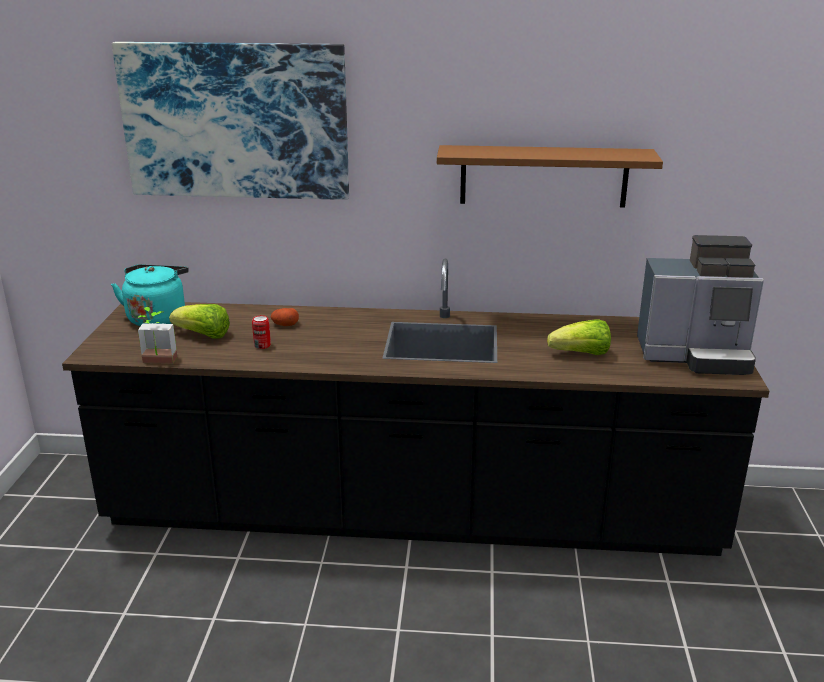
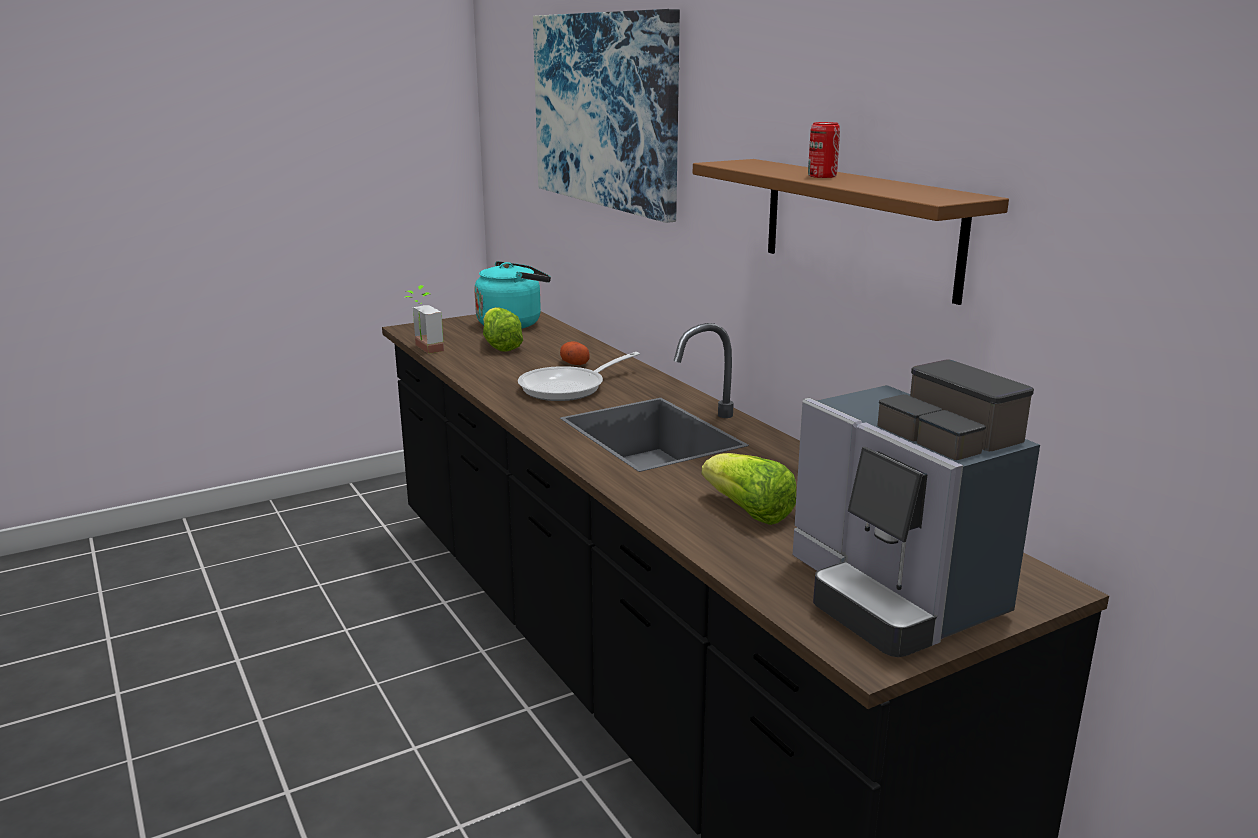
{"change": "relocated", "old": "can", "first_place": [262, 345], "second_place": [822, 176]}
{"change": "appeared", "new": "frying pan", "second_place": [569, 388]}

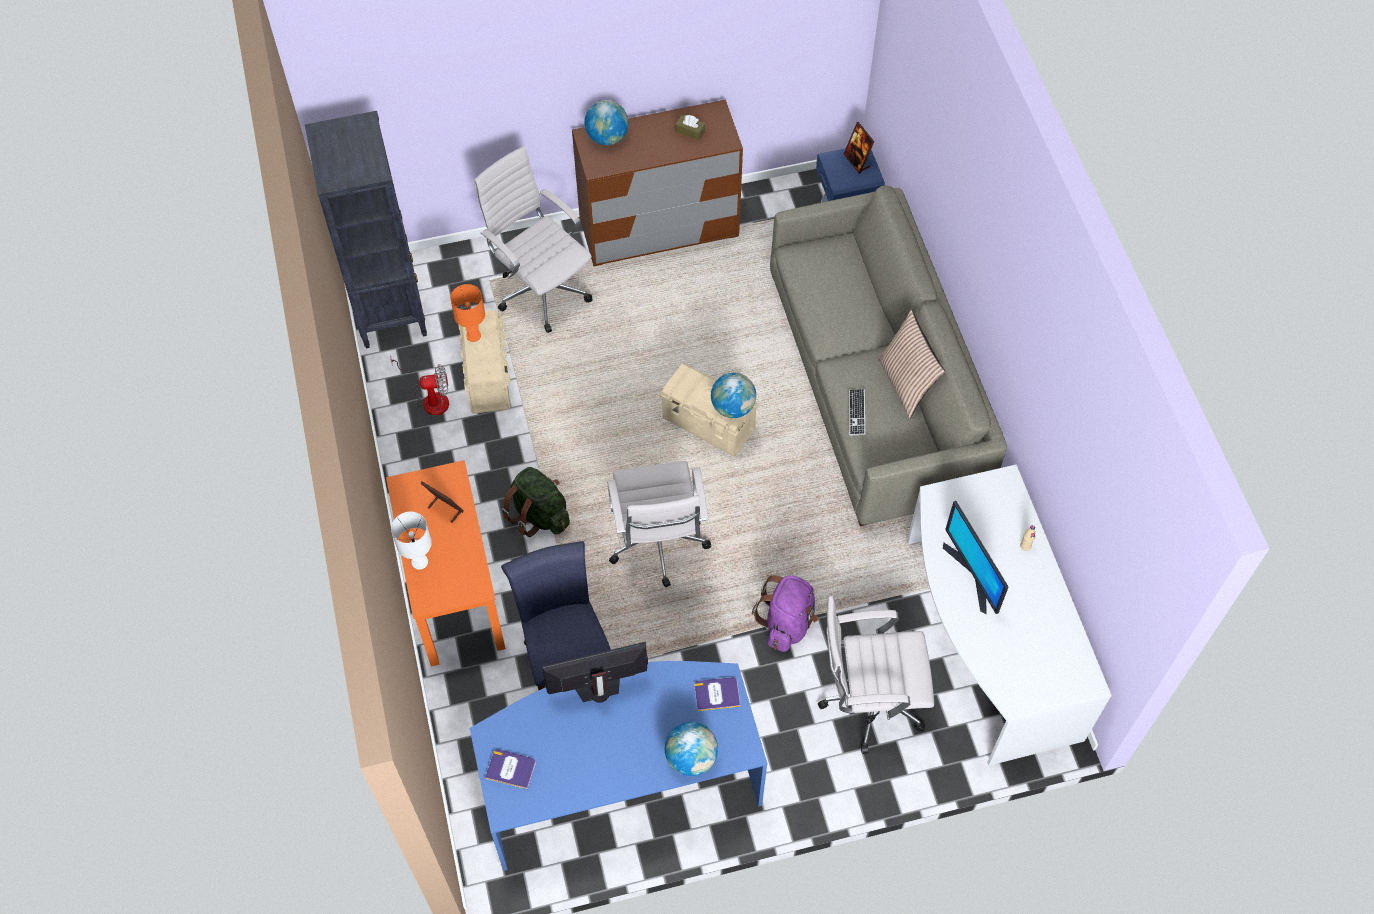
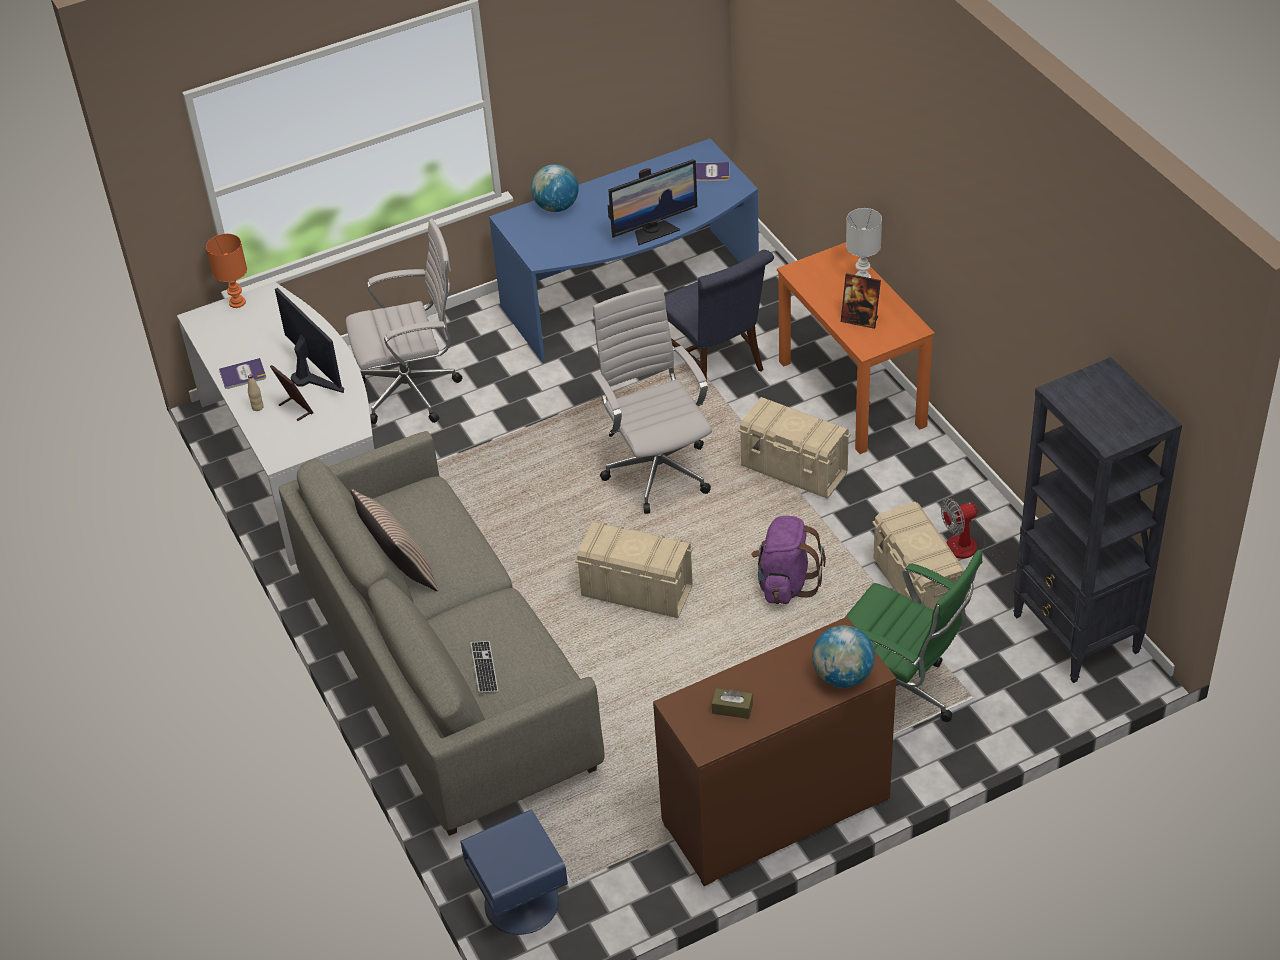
{"change": "relocated", "old": "picture frame", "first_place": [857, 161], "second_place": [295, 409]}
{"change": "colour", "old": "office chair (white)", "new": "office chair (green)", "first_place": [541, 290], "second_place": [899, 698]}
{"change": "relocated", "old": "table lamp (orange)", "first_place": [473, 336], "second_place": [237, 302]}
{"change": "missing", "old": "globe", "first_place": [733, 407]}
{"change": "relocated", "old": "keyboard", "first_place": [857, 412], "second_place": [484, 668]}
{"change": "exchanged", "old": "backpack (green)", "new": "storage box (beige)", "first_place": [539, 514], "second_place": [794, 470]}
{"change": "relocated", "old": "backpack (purple)", "first_place": [787, 622], "second_place": [785, 583]}
{"change": "relocated", "old": "book", "first_place": [717, 694], "second_place": [243, 374]}

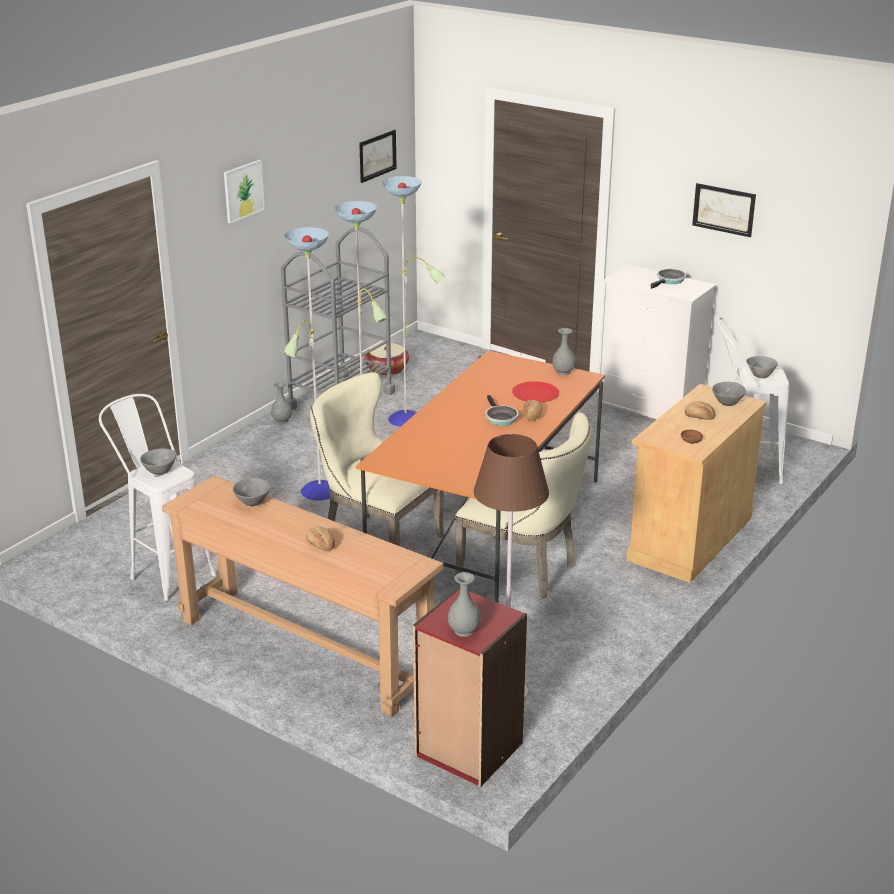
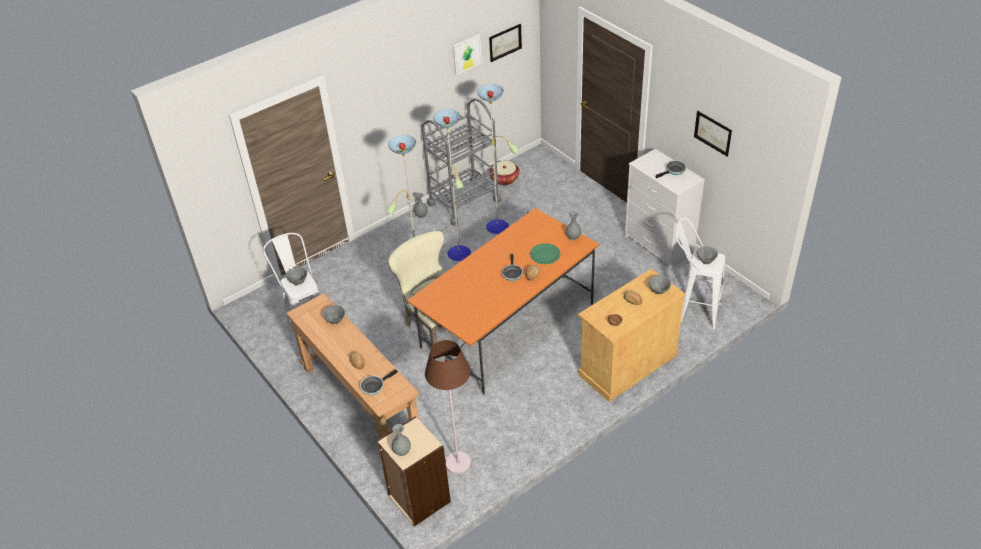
{"change": "relocated", "old": "picture", "first_place": [243, 191], "second_place": [466, 54]}
{"change": "colour", "old": "plate (red)", "new": "plate (green)", "first_place": [535, 394], "second_place": [545, 255]}
{"change": "missing", "old": "chair (beige)", "first_place": [524, 571]}
{"change": "colour", "old": "bookcase (red)", "new": "bookcase (beige)", "first_place": [468, 750], "second_place": [418, 499]}
{"change": "appeared", "new": "frying pan", "second_place": [374, 386]}

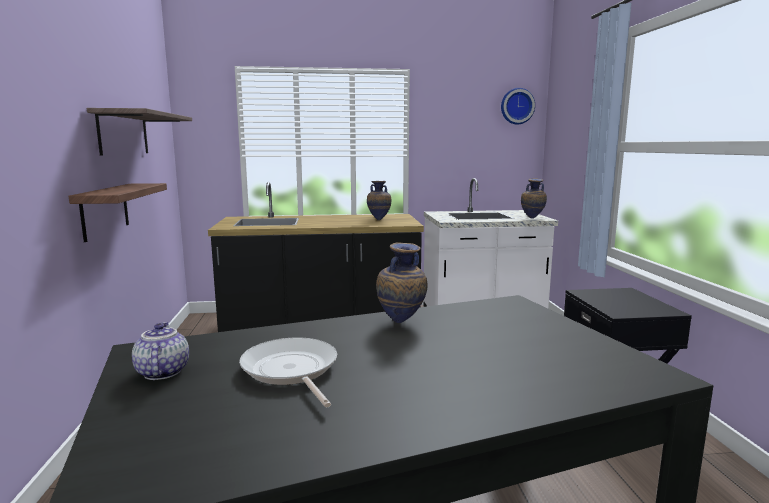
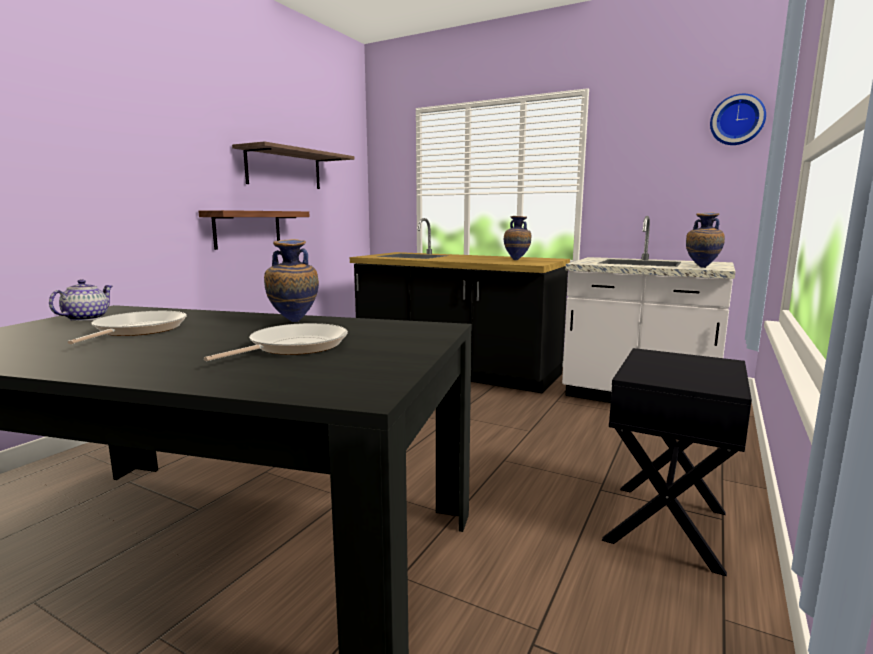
{"change": "appeared", "new": "frying pan", "second_place": [294, 347]}

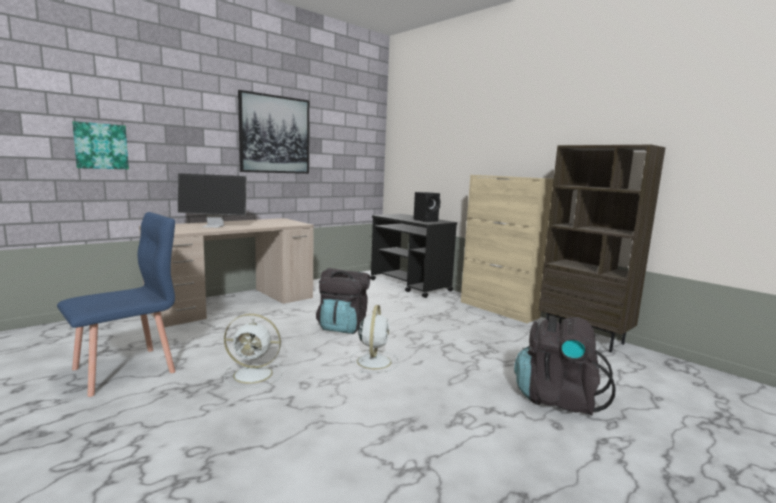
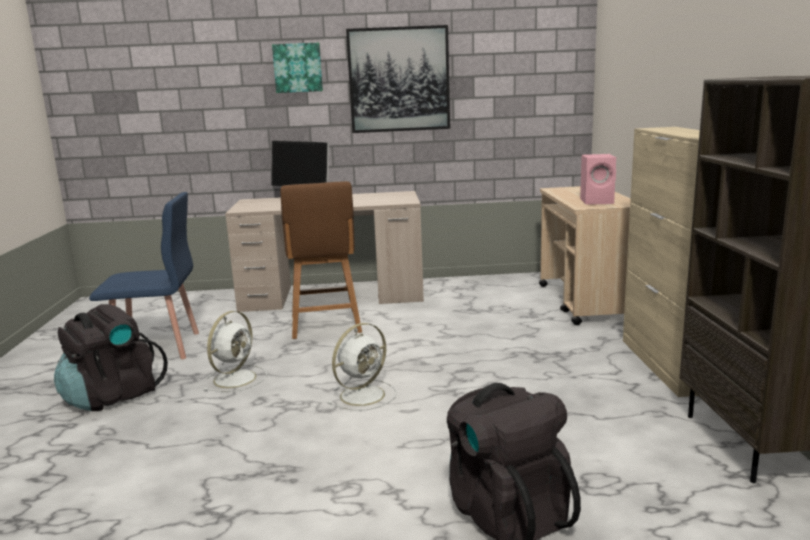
{"change": "relocated", "old": "picture", "first_place": [101, 146], "second_place": [298, 68]}
{"change": "colour", "old": "speaker (black)", "new": "speaker (pink)", "first_place": [426, 220], "second_place": [598, 201]}
{"change": "colour", "old": "cart (black)", "new": "cart (beige)", "first_place": [410, 285], "second_place": [586, 302]}
{"change": "relocated", "old": "backpack (black)", "first_place": [343, 327], "second_place": [112, 396]}
{"change": "spun", "old": "fan (white)", "first_place": [255, 374], "second_place": [236, 378], "degrees": -105}
{"change": "appeared", "new": "stool (brown)", "second_place": [326, 325]}

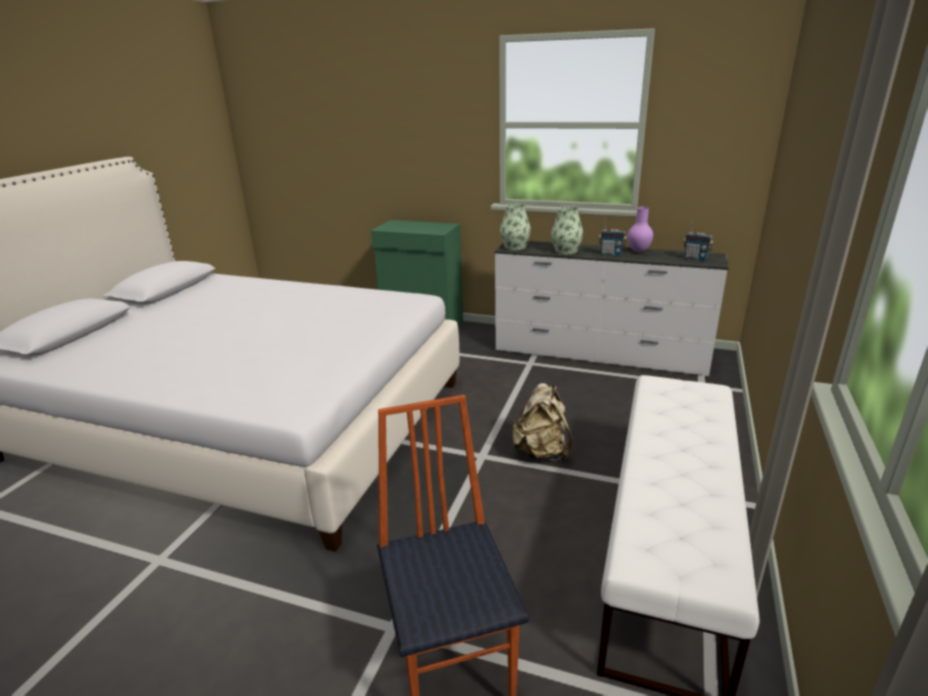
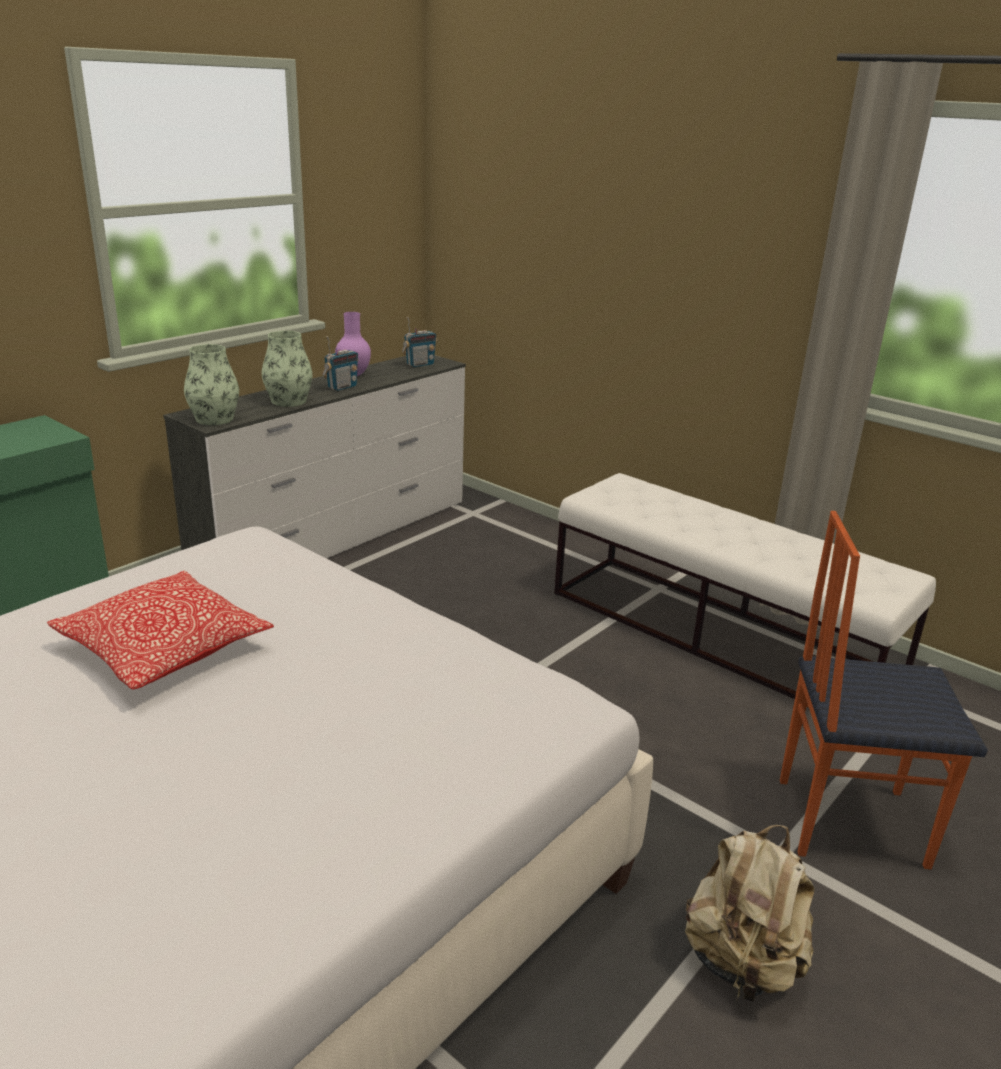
{"change": "relocated", "old": "backpack (beige)", "first_place": [541, 452], "second_place": [742, 963]}
{"change": "appeared", "new": "pillow", "second_place": [164, 649]}

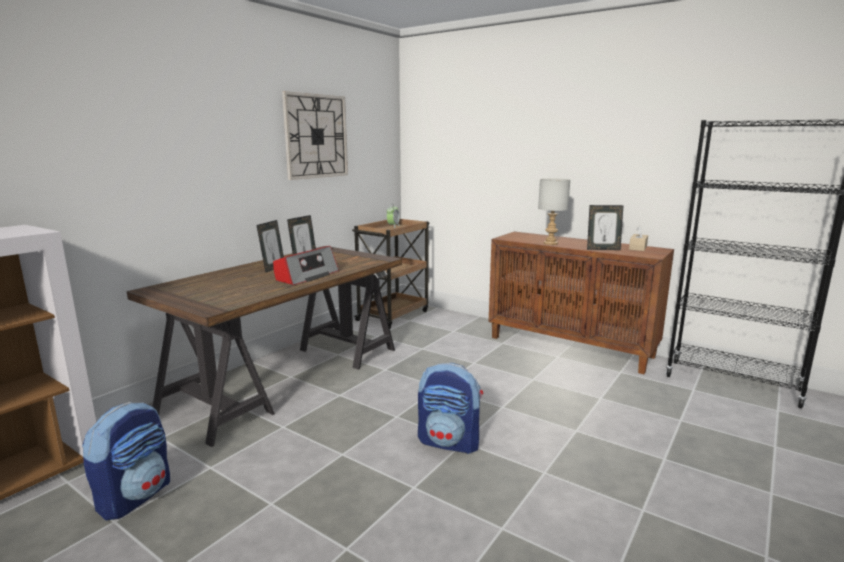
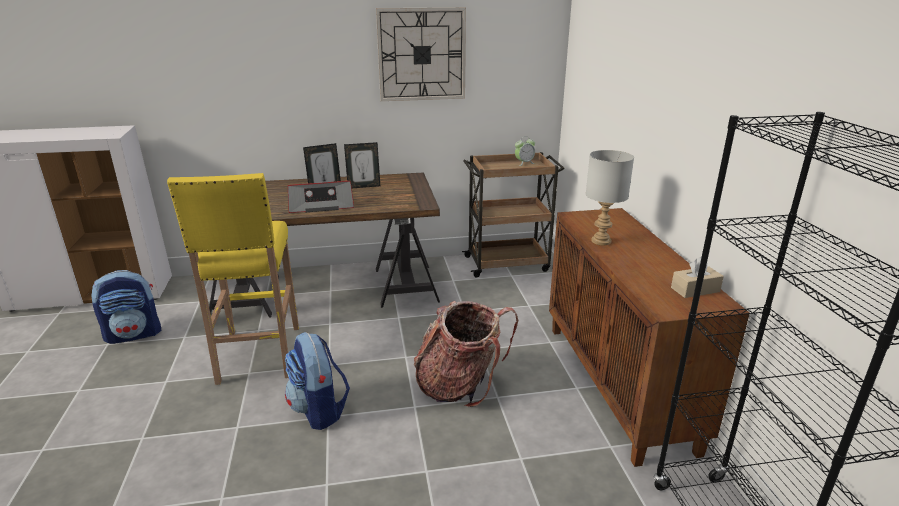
{"change": "missing", "old": "picture frame", "first_place": [603, 249]}
{"change": "appeared", "new": "stool (yellow)", "second_place": [258, 355]}
{"change": "appeared", "new": "backpack", "second_place": [460, 385]}

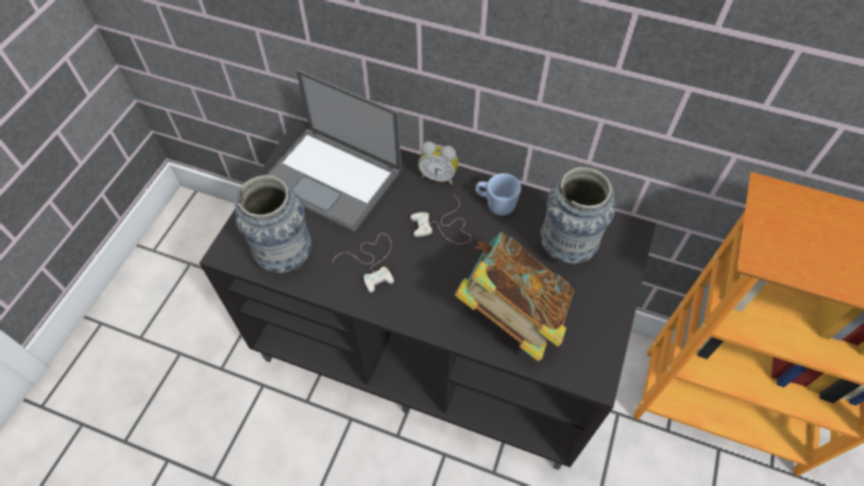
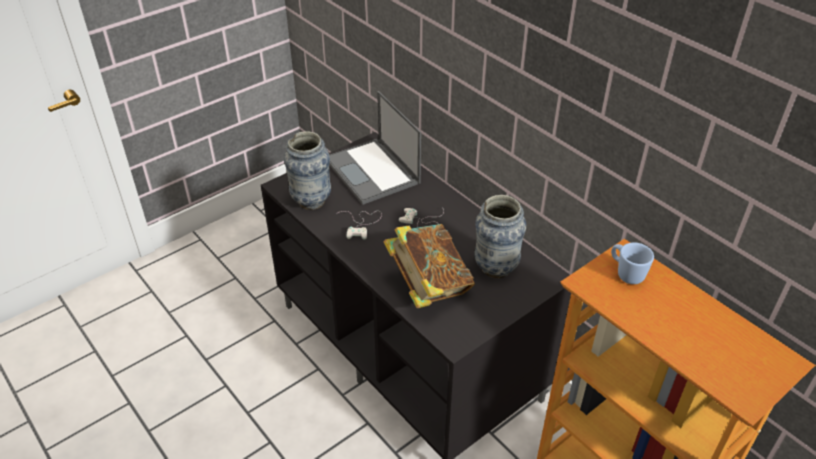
{"change": "missing", "old": "alarm clock", "first_place": [438, 176]}
{"change": "relocated", "old": "mug (blue)", "first_place": [495, 204], "second_place": [626, 273]}

